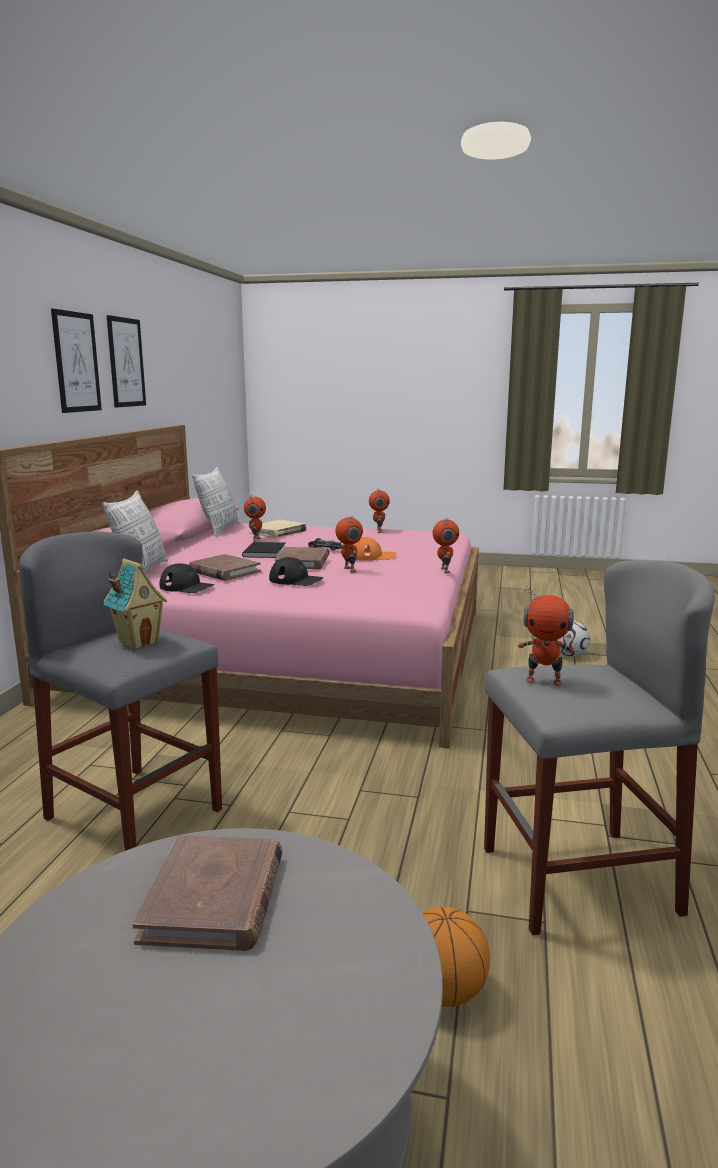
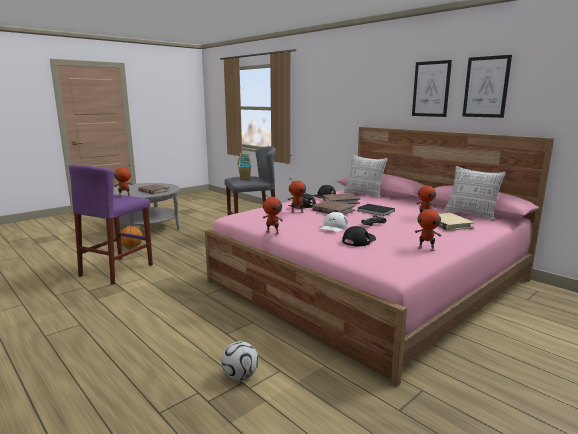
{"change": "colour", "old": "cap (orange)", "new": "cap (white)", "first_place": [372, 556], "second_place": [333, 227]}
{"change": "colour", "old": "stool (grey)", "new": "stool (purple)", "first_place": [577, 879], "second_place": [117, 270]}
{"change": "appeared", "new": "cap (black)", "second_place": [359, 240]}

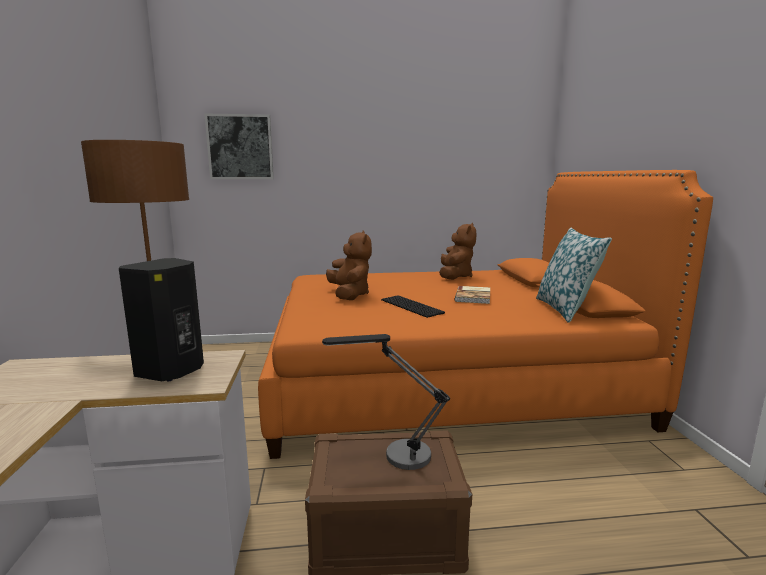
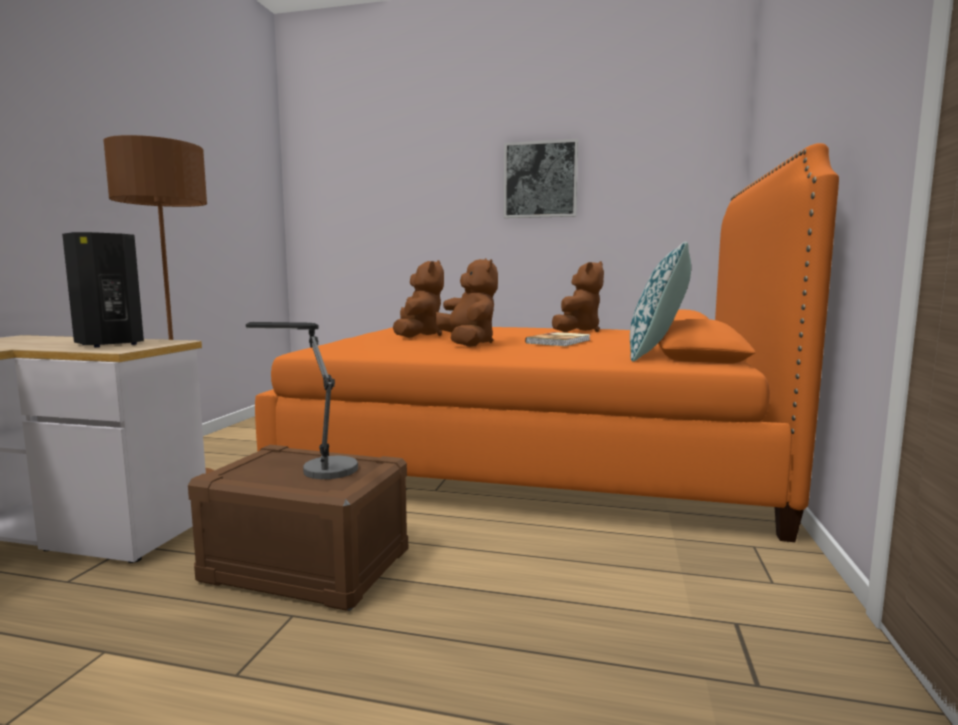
{"change": "relocated", "old": "picture", "first_place": [240, 147], "second_place": [540, 180]}
{"change": "exchanged", "old": "keyboard", "new": "plush toy (brown)", "first_place": [413, 306], "second_place": [468, 344]}

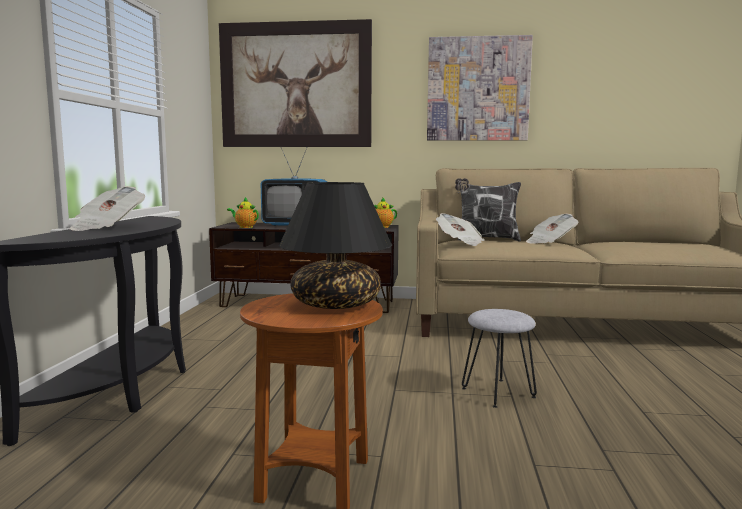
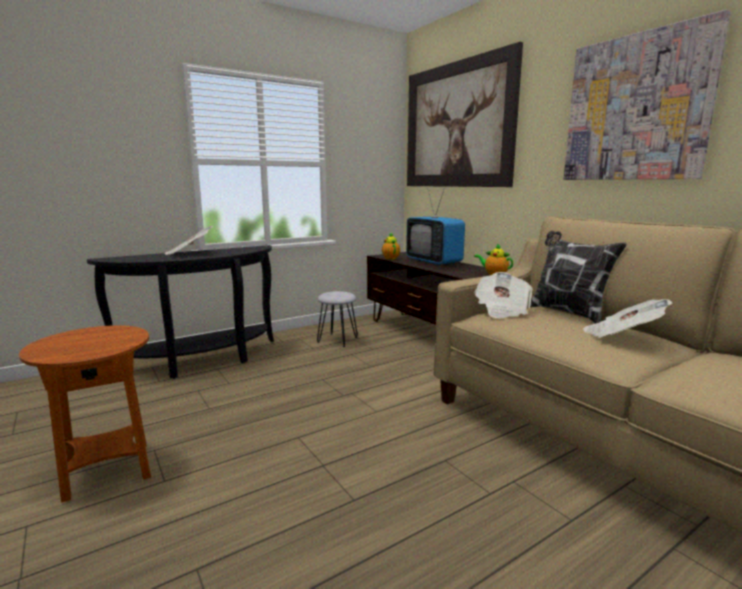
{"change": "missing", "old": "table lamp (black)", "first_place": [336, 304]}
{"change": "relocated", "old": "stool (grey)", "first_place": [497, 392], "second_place": [337, 339]}

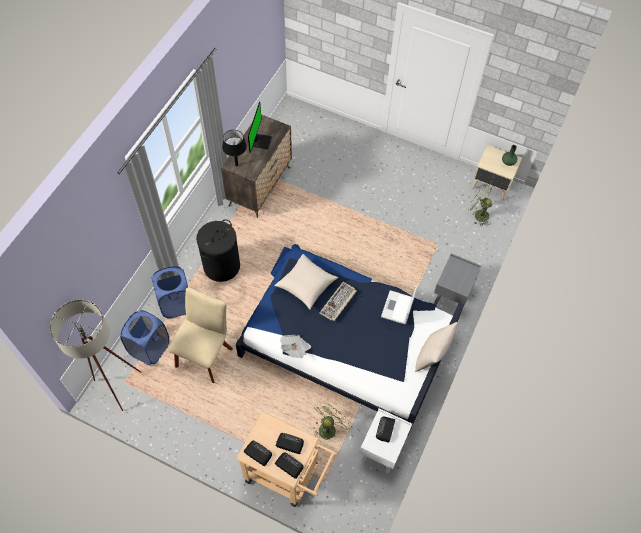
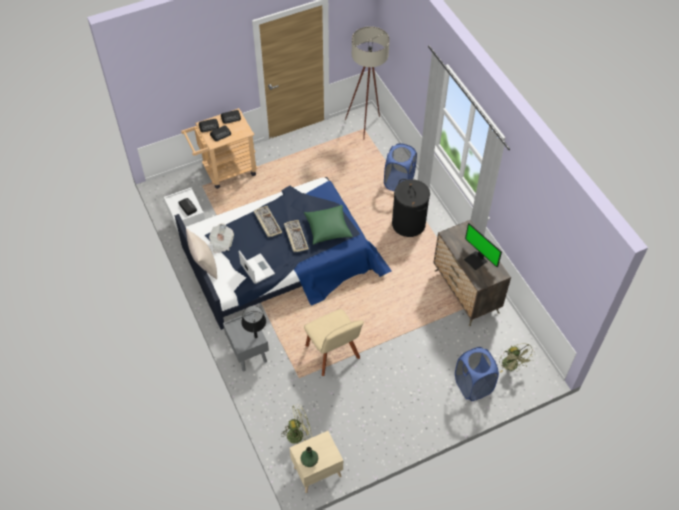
{"change": "relocated", "old": "table lamp (black)", "first_place": [236, 165], "second_place": [256, 337]}
{"change": "colour", "old": "pillow (beige)", "new": "pillow (green)", "first_place": [306, 285], "second_place": [327, 229]}
{"change": "relocated", "old": "chair (beige)", "first_place": [205, 354], "second_place": [333, 354]}
{"change": "relocated", "old": "laundry basket (blue)", "first_place": [150, 348], "second_place": [473, 385]}
{"change": "relocated", "old": "newspaper", "first_place": [295, 349], "second_place": [221, 243]}
{"change": "relocated", "old": "fan (green)", "first_place": [328, 427], "second_place": [512, 366]}
{"change": "appeared", "new": "keyboard", "second_place": [267, 222]}

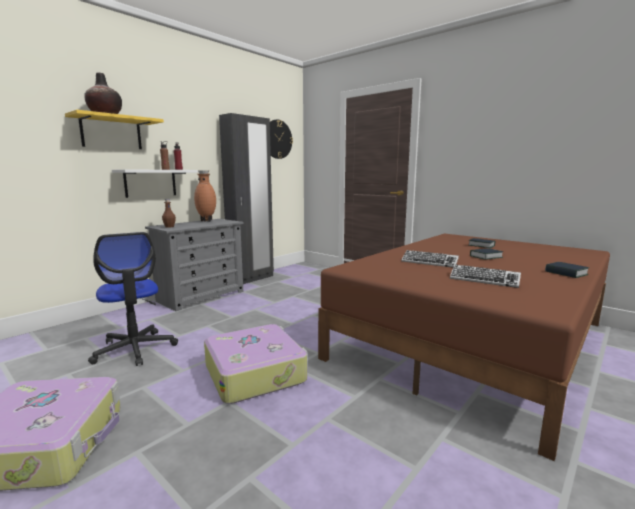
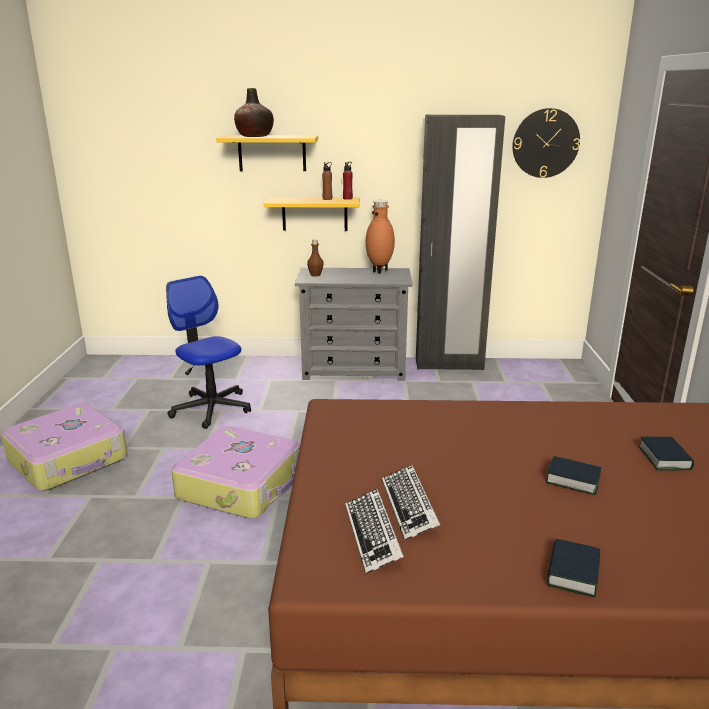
{"change": "colour", "old": "shelf (white)", "new": "shelf (yellow)", "first_place": [150, 183], "second_place": [314, 213]}
{"change": "spun", "old": "office chair", "first_place": [135, 349], "second_place": [211, 408], "degrees": 120}
{"change": "relocated", "old": "keyboard", "first_place": [429, 262], "second_place": [373, 535]}

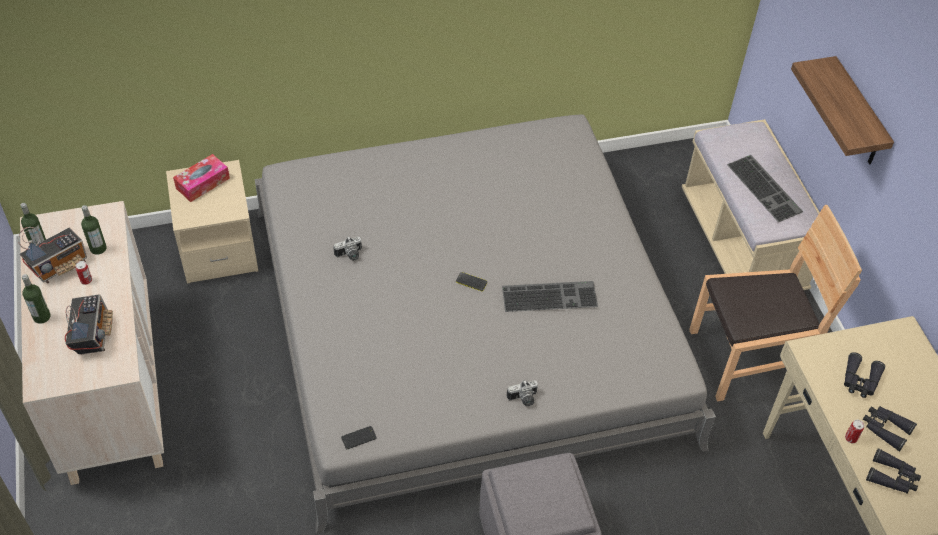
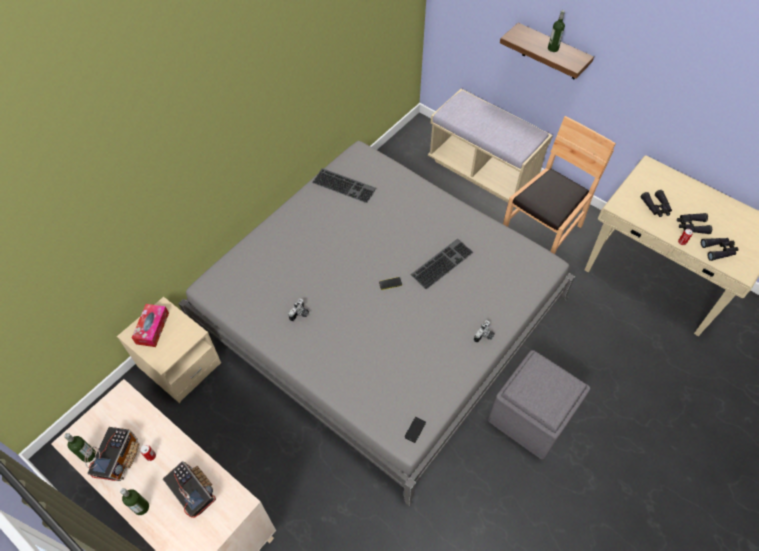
{"change": "relocated", "old": "keyboard", "first_place": [765, 188], "second_place": [345, 185]}
{"change": "relocated", "old": "bottle", "first_place": [98, 248], "second_place": [553, 48]}

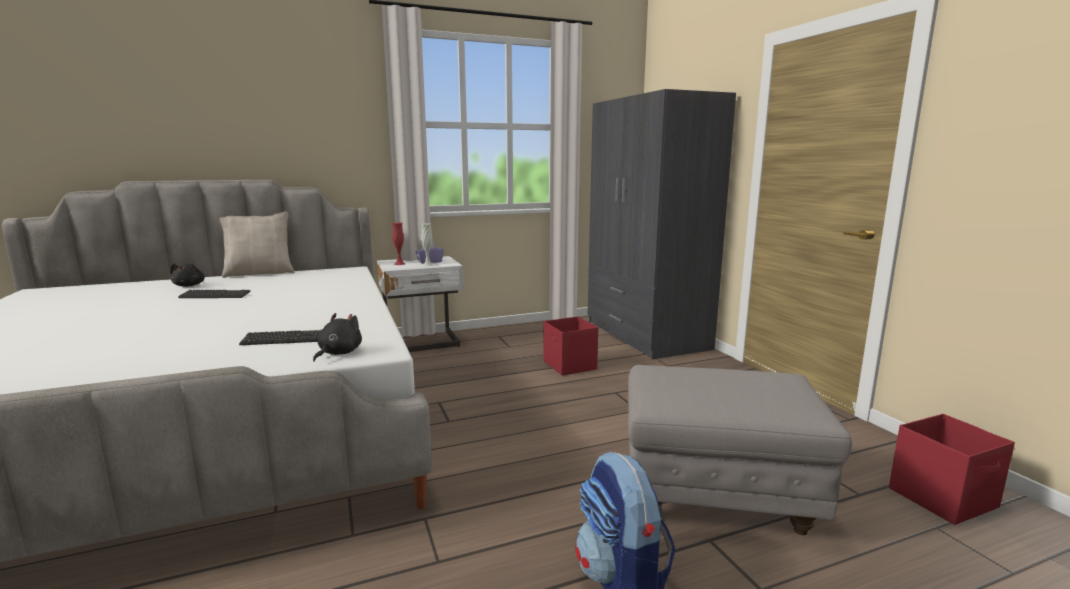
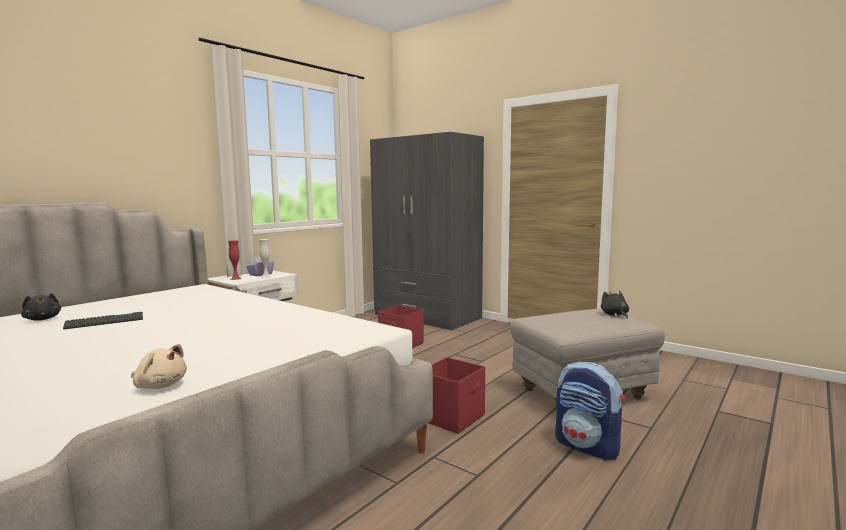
{"change": "missing", "old": "pillow (beige)", "first_place": [260, 273]}
{"change": "relocated", "old": "plush toy (black)", "first_place": [338, 353], "second_place": [614, 315]}
{"change": "missing", "old": "keyboard", "first_place": [287, 339]}
{"change": "relocated", "old": "storage box (red)", "first_place": [943, 498], "second_place": [453, 417]}
{"change": "appeared", "new": "plush toy (beige)", "second_place": [160, 385]}

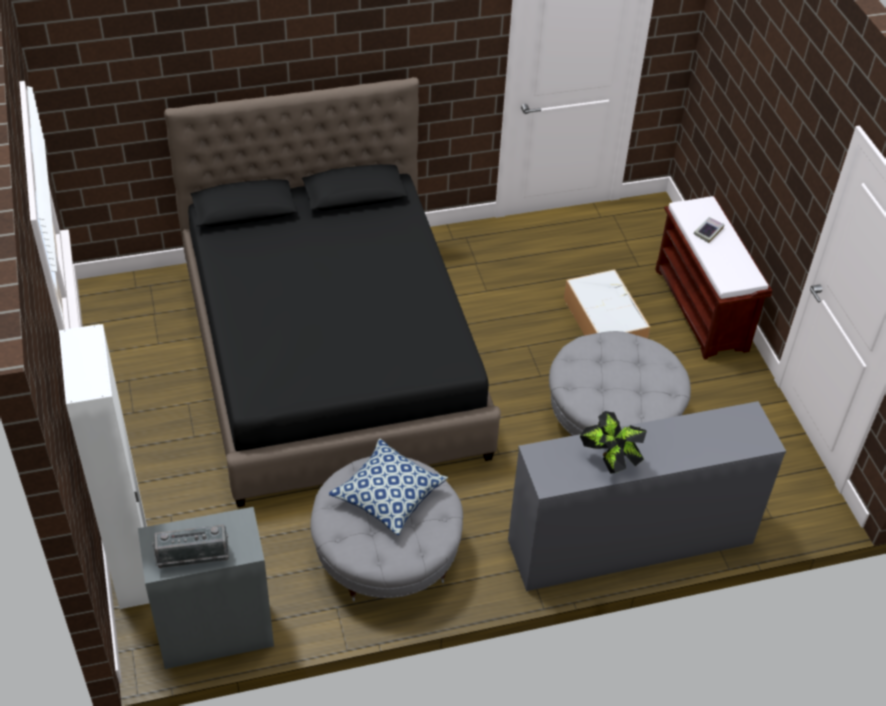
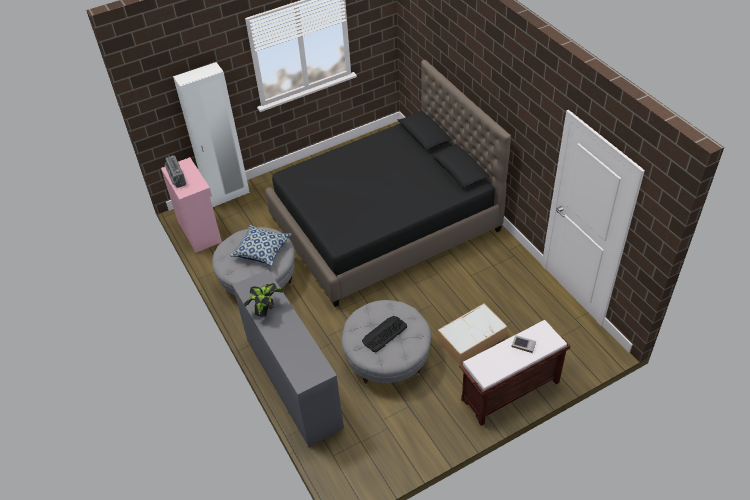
{"change": "colour", "old": "cabinet (grey)", "new": "cabinet (pink)", "first_place": [214, 631], "second_place": [200, 231]}
{"change": "appeared", "new": "keyboard", "second_place": [384, 334]}

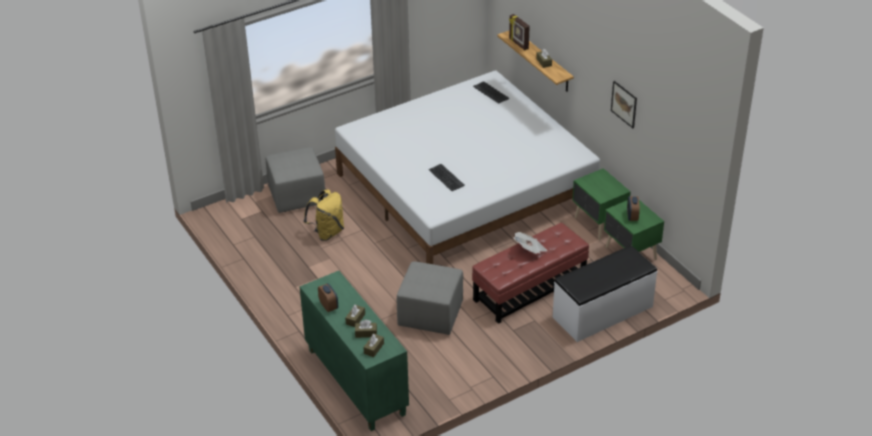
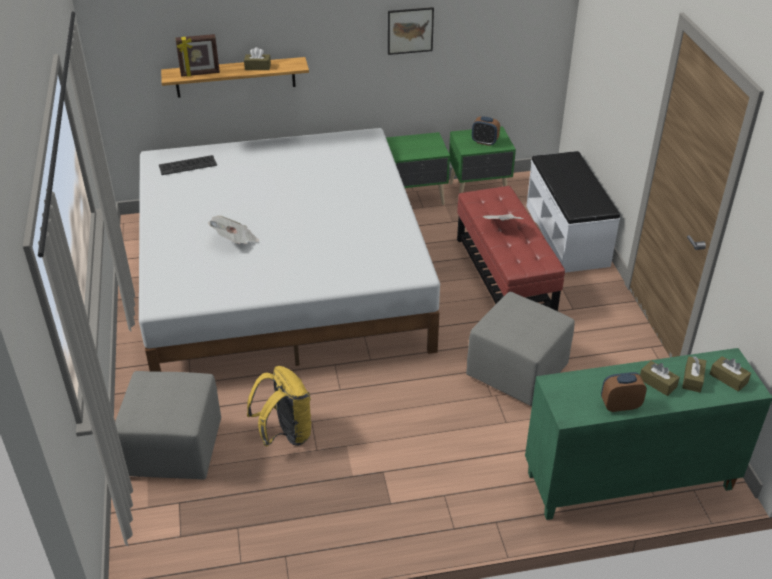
{"change": "missing", "old": "keyboard", "first_place": [446, 178]}
{"change": "appeared", "new": "newspaper", "second_place": [235, 240]}

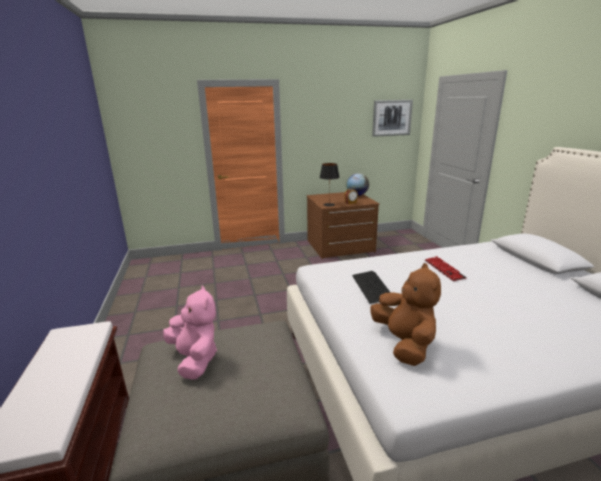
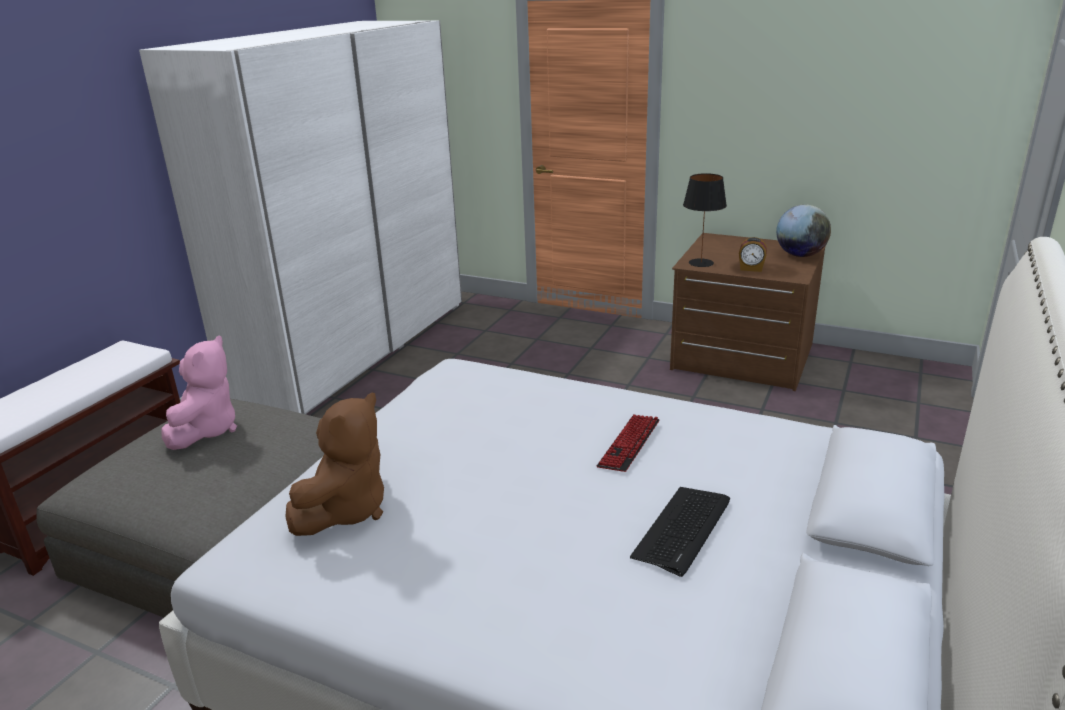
{"change": "missing", "old": "picture", "first_place": [392, 118]}
{"change": "relocated", "old": "keyboard", "first_place": [372, 287], "second_place": [682, 530]}
{"change": "appeared", "new": "wardrobe (white)", "second_place": [354, 348]}

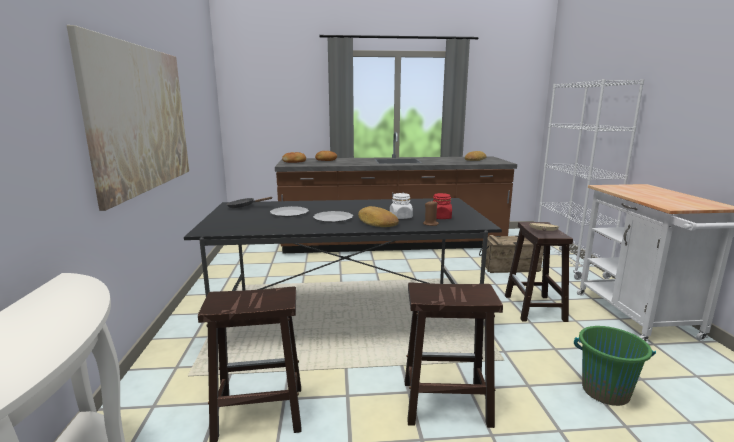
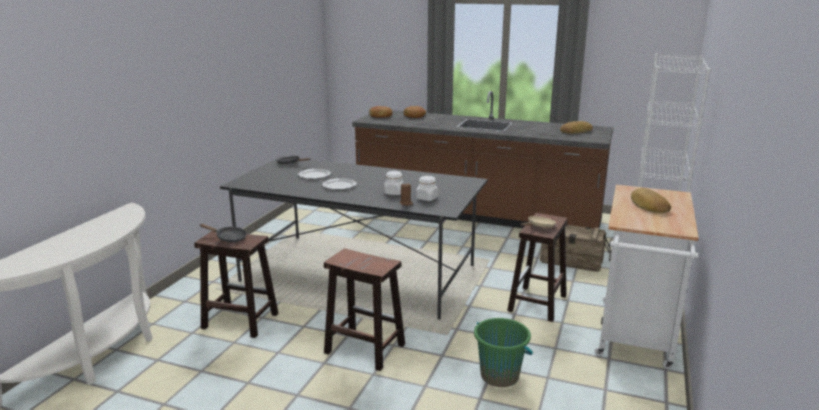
{"change": "missing", "old": "picture", "first_place": [142, 118]}
{"change": "colour", "old": "jar (red)", "new": "jar (white)", "first_place": [441, 217], "second_place": [427, 198]}
{"change": "relocated", "old": "bread", "first_place": [376, 222], "second_place": [648, 205]}
{"change": "appeared", "new": "frying pan (black)", "second_place": [228, 238]}

